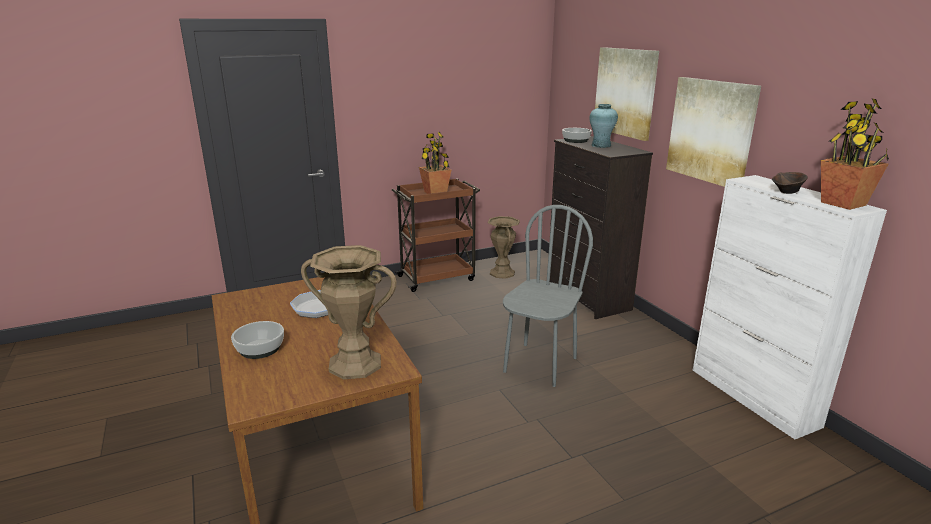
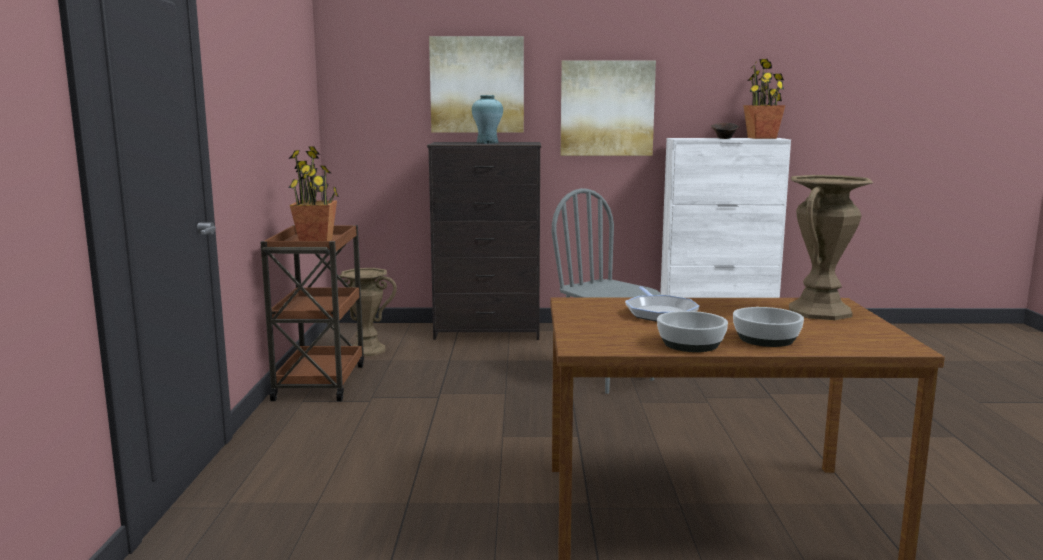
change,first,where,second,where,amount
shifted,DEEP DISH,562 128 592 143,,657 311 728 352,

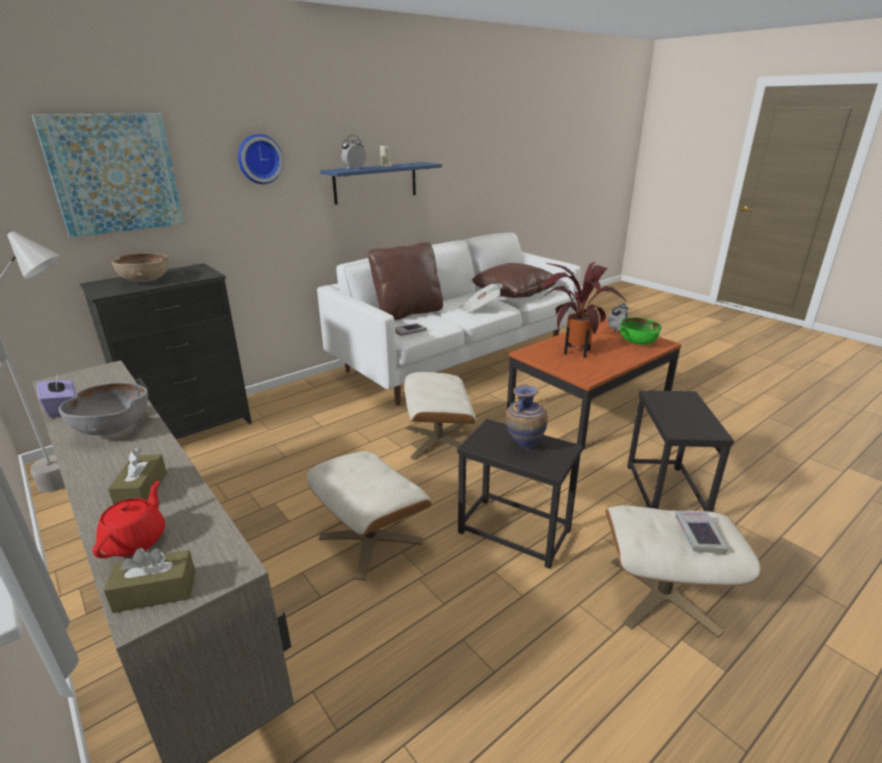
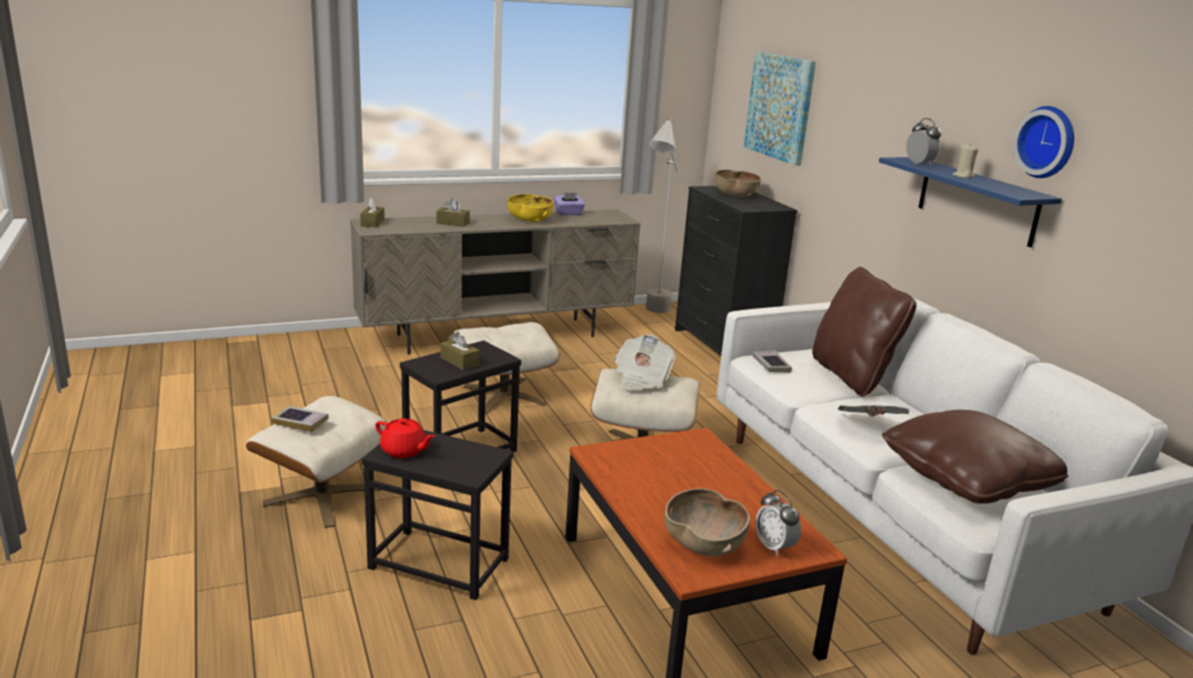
change,first,where,second,where,amount
repainted,GREY DEEP DISH,59 382 148 435,YELLOW DEEP DISH,508 194 553 222,
shifted,REDDISH TEAPOT,92 481 165 558,,375 418 435 458,
shifted,WALL CLOCK,238 134 283 184,,1013 106 1074 178,
swapped,FLOWER VASE,506 384 548 449,BROWN-COLOURED TISSUE BOX,441 332 480 370,
gone,POTTED PLANT,540 262 627 358,,,
repainted,GREEN DEEP DISH,620 317 662 345,BROWN-COLOURED DEEP DISH,665 488 750 556,
new,,,NEWSPAPER,615 334 676 390,

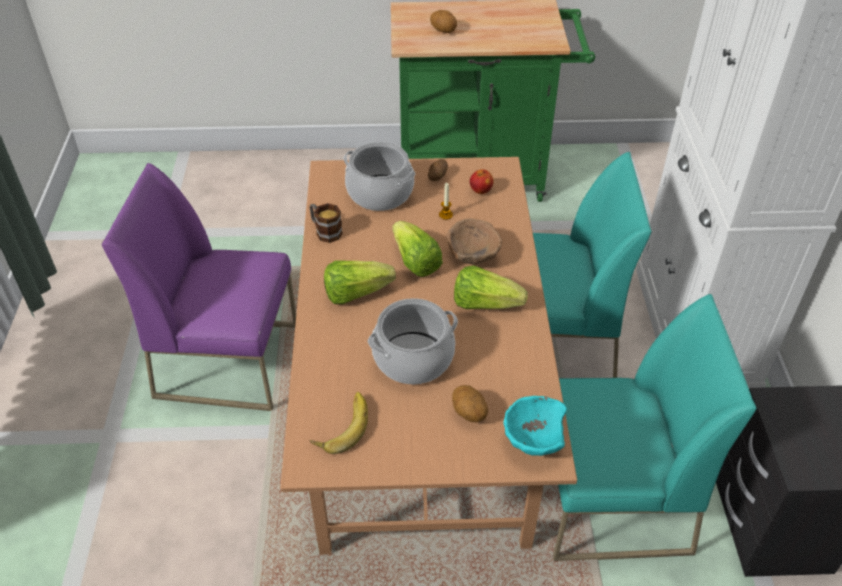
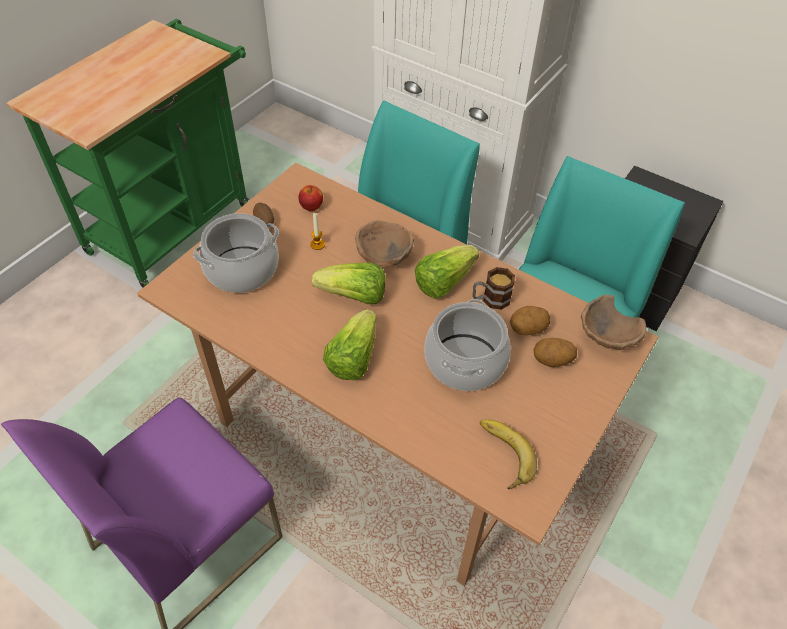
change,first,where,second,where,amount
shifted,COFFEE MUG,310 203 343 243,,473 267 515 310,
shifted,WHOLE POTATO,430 10 457 33,,510 306 550 335,
repainted,TURQUOISE-COLOURED DEEP DISH,503 396 567 456,BROWN-COLOURED DEEP DISH,581 295 646 350,

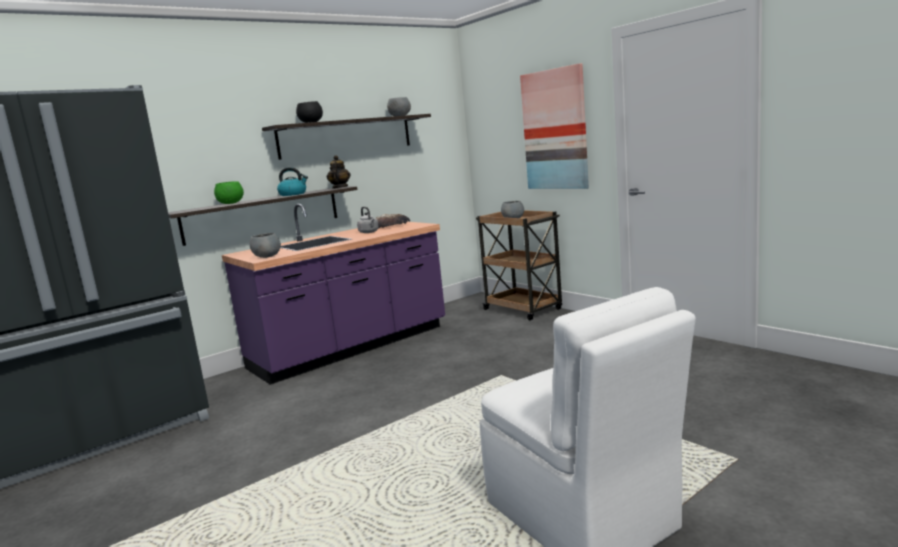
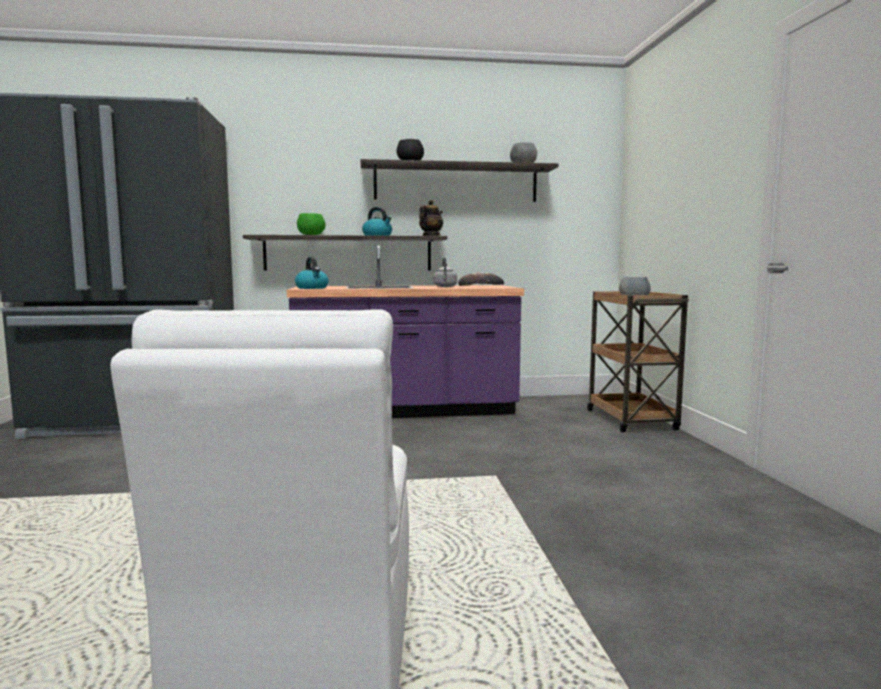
change,first,where,second,where,amount
swapped,GREY DEEP DISH,250 233 281 258,TEA KETTLE,295 257 329 289,
gone,PICTURE,520 63 589 189,,,

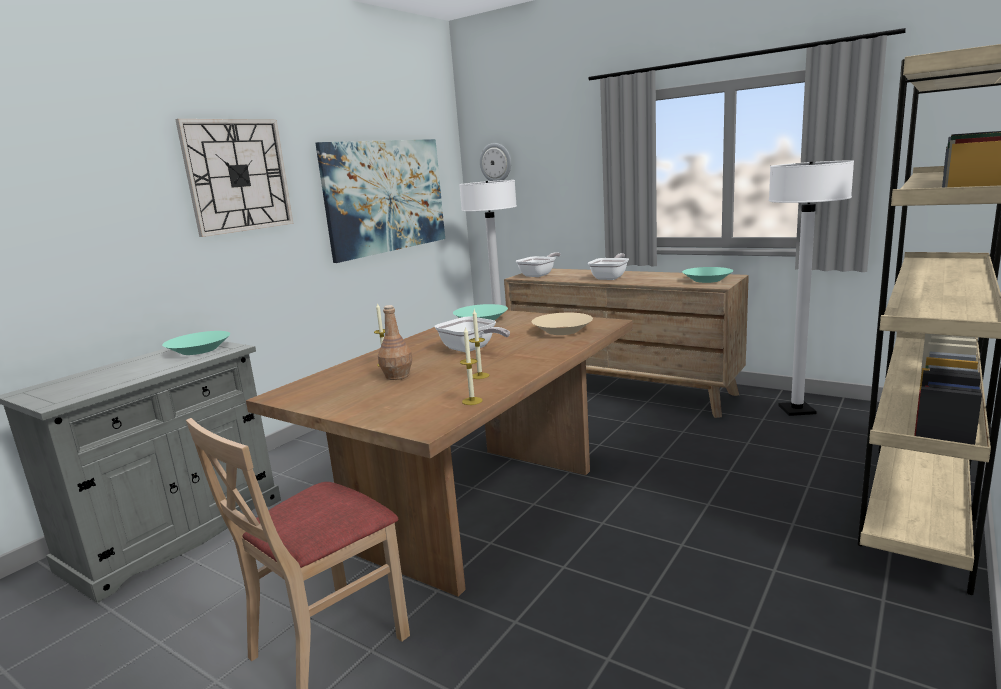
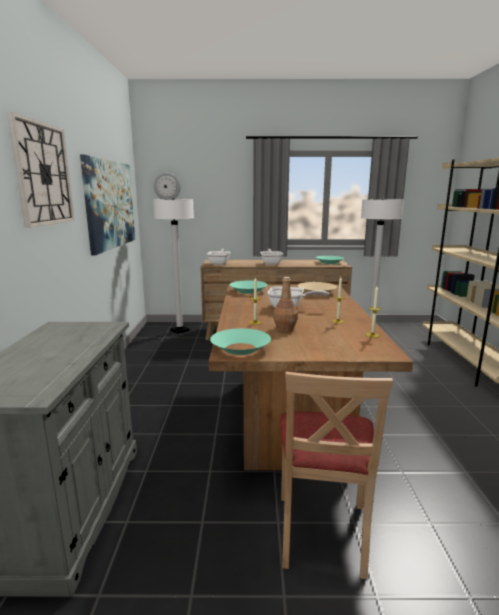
change,first,where,second,where,amount
shifted,TURQUOISE-COLOURED DEEP DISH,162 331 230 355,,210 328 271 355,

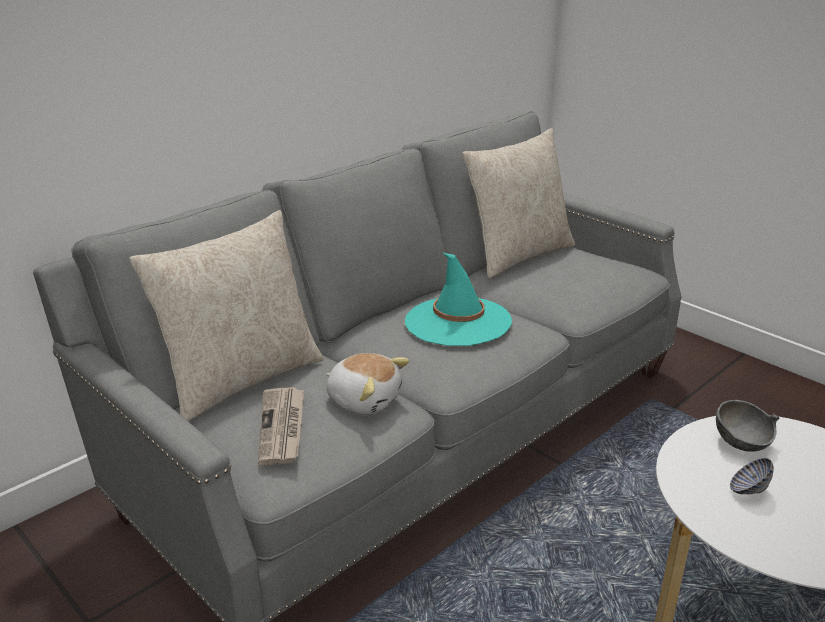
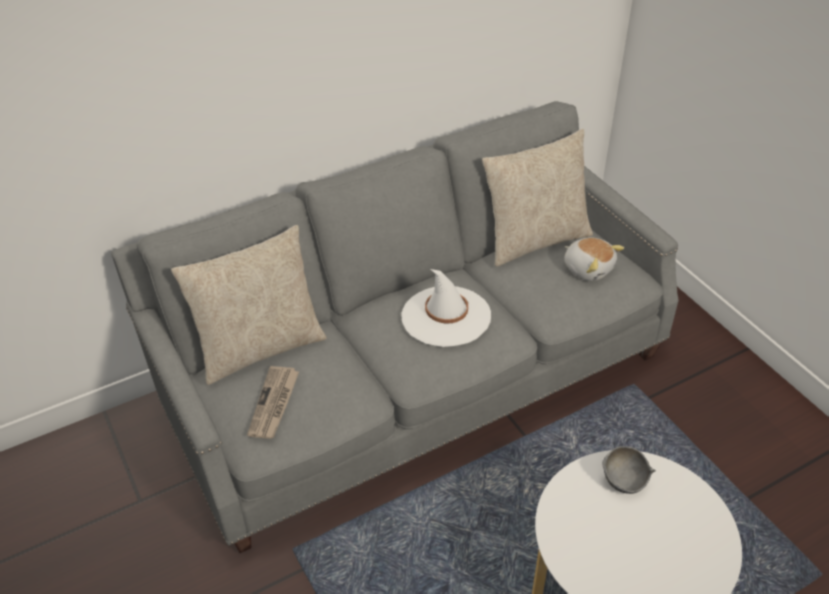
change,first,where,second,where,amount
shifted,PLUSH TOY,326 353 409 415,,564 237 624 281,
repainted,TURQUOISE-COLOURED CLOTHING HAT,405 252 512 346,WHITE CLOTHING HAT,401 269 491 347,
gone,DEEP DISH,730 458 774 494,,,

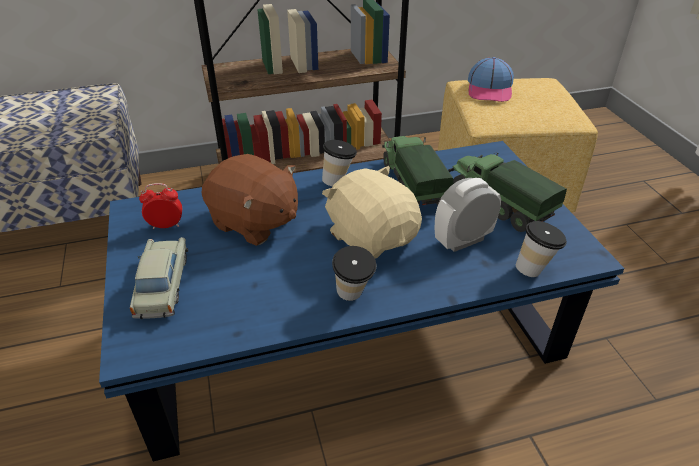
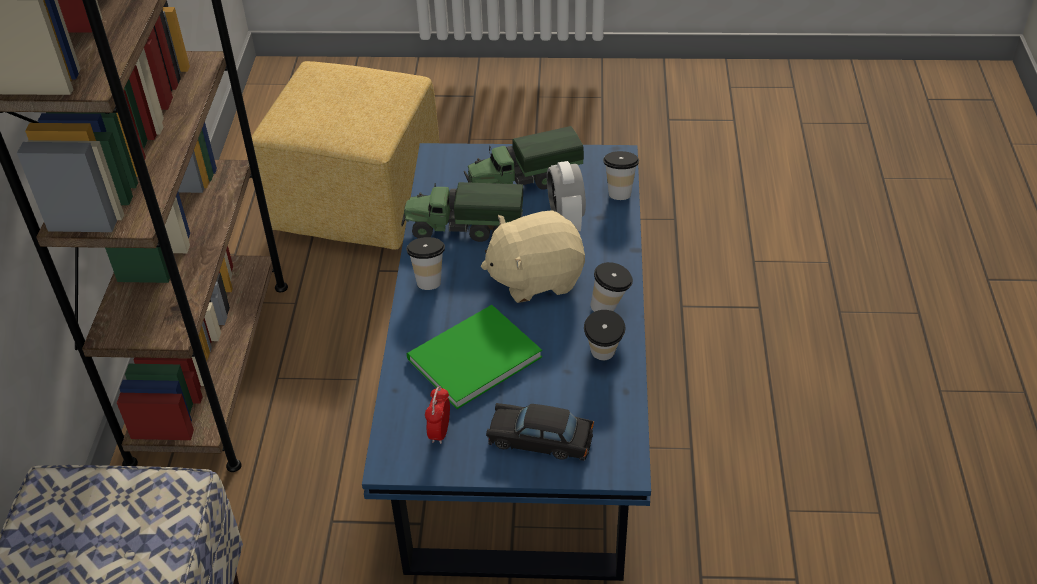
change,first,where,second,where,amount
repainted,BEIGE-COLOURED MODEL CAR,130 237 188 319,BLACK MODEL CAR,486 403 594 461,
swapped,BROWN-COLOURED PLUSH TOY,201 154 298 246,GREEN BOUND BOOK,406 305 542 409,
gone,BASEBALL CAP,468 57 514 102,,,
new,,,CUP,584 310 626 361,

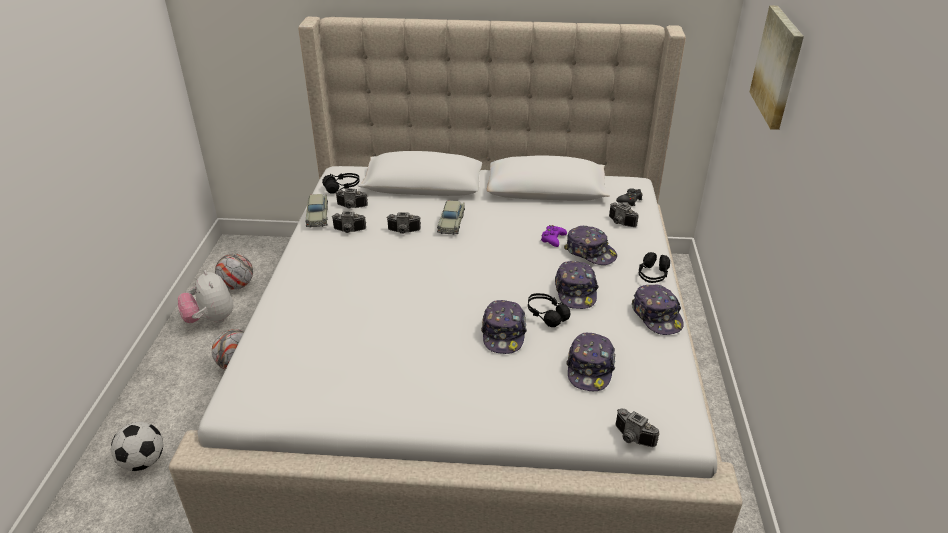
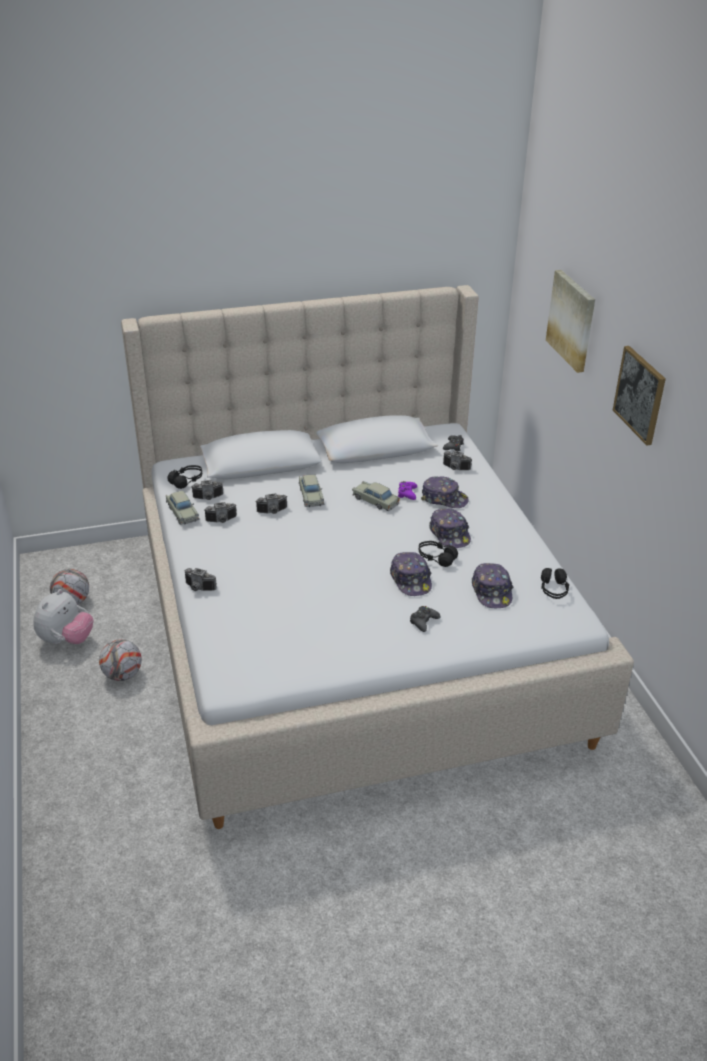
change,first,where,second,where,amount
gone,FOOTBALL BALL,111 422 163 471,,,
rotated,PLUSH TOY,178 270 233 323,,33 589 93 644,105 degrees counterclockwise
shifted,STILL CAMERA,616 409 660 447,,184 568 217 591,
gone,BASEBALL CAP,632 285 684 335,,,
shifted,BLACK HEADPHONES,639 252 670 283,,541 568 569 599,
new,,,BEIGE-COLOURED MODEL CAR,352 481 400 511,
new,,,BLACK GAME CONTROLLER,410 606 440 632,
new,,,PICTURE,613 346 666 446,

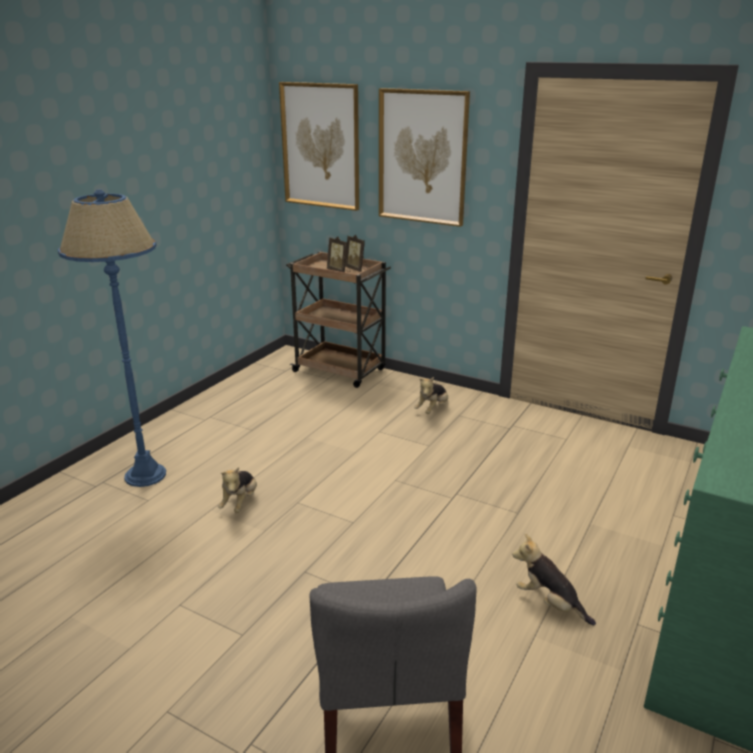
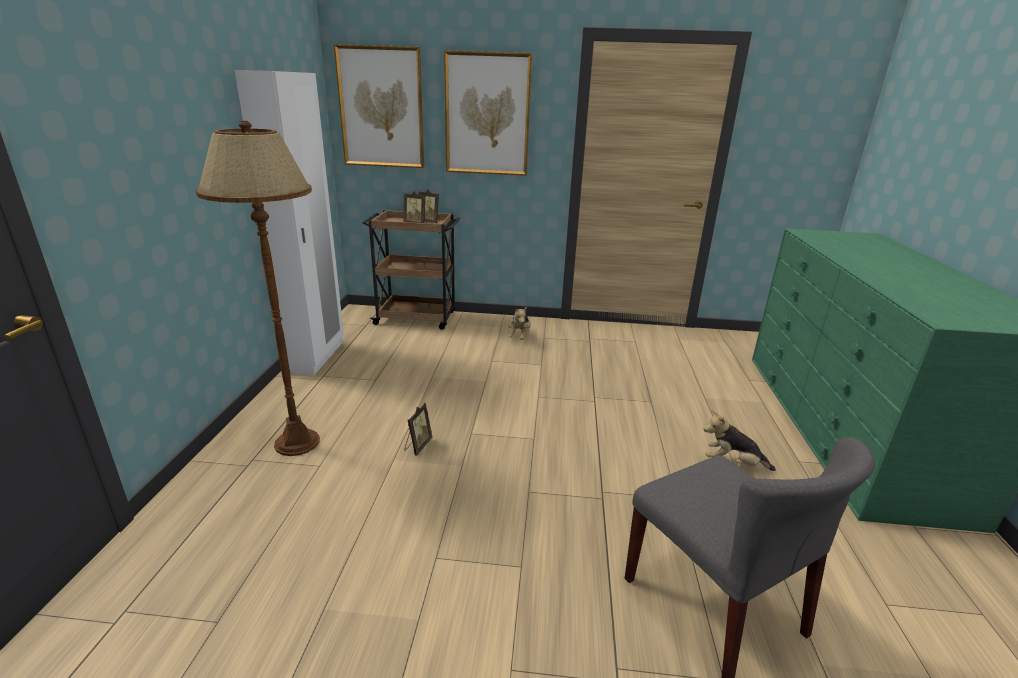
change,first,where,second,where,amount
repainted,BLUISH STANDING LAMP,58 189 166 487,BROWN-COLOURED STANDING LAMP,195 121 320 456,
swapped,PLUSH TOY,218 467 257 513,STANDING FRAME,404 403 432 456,
new,,,WHITE CLOTHES CUPBOARD,235 70 344 376,

